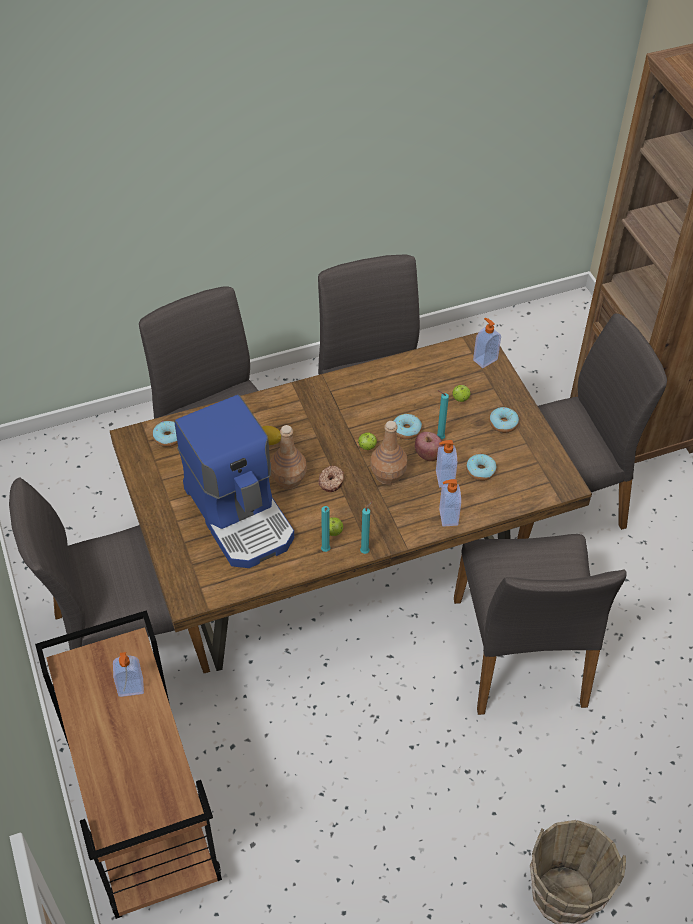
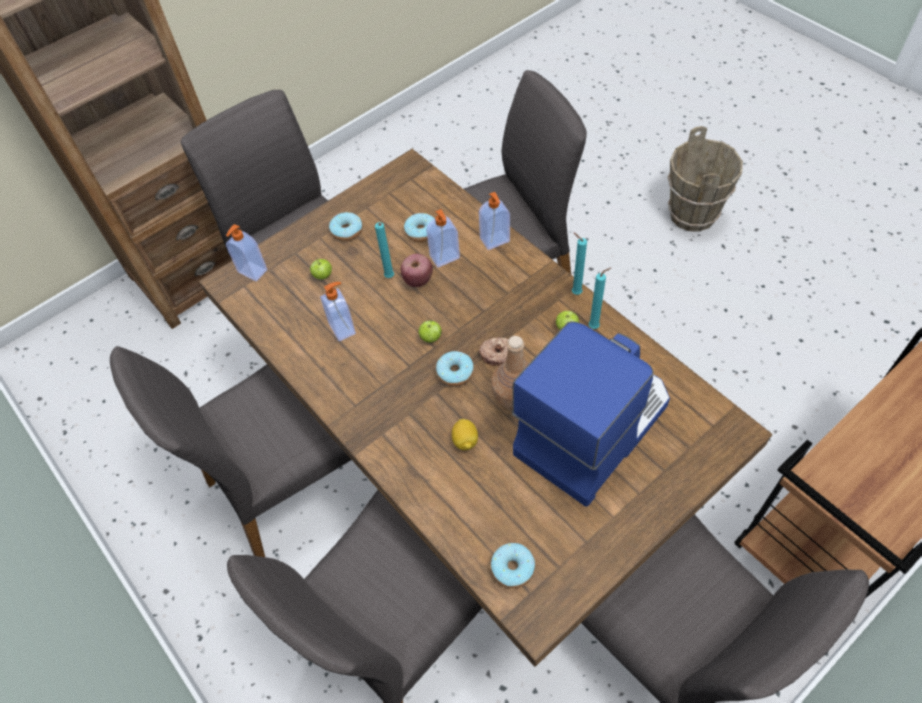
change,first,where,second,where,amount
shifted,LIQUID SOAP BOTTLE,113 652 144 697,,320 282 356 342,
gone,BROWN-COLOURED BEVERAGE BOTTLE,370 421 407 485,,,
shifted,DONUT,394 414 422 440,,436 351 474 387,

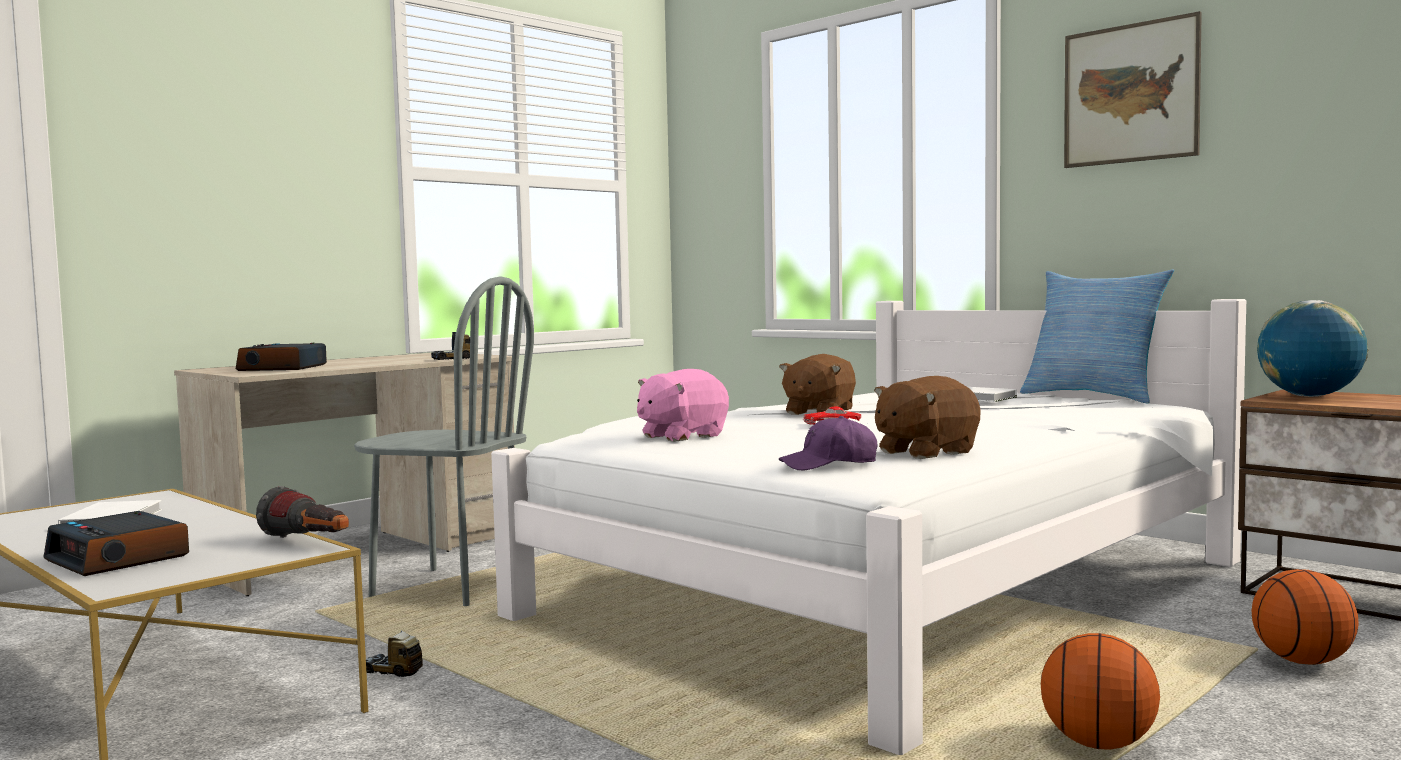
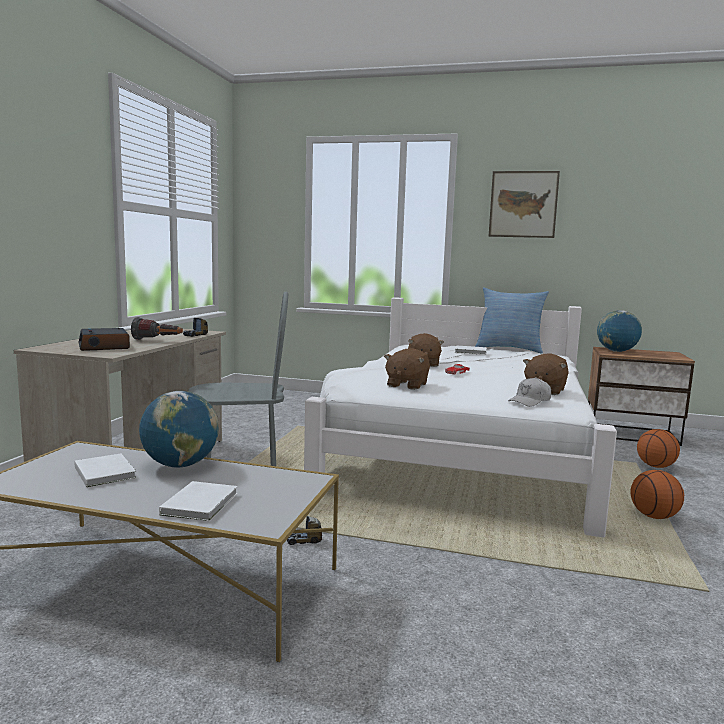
change,first,where,second,where,amount
swapped,BEDSIDE CLOCK,43 511 189 576,WHITE BOUND BOOK,159 481 238 521,
shifted,FLASHLIGHT,256 486 349 538,,131 317 183 340,
repainted,PINKISH PLUSH TOY,637 369 729 442,BROWN-COLOURED PLUSH TOY,384 348 430 390,
repainted,PURPLE-COLOURED BASEBALL CAP,779 416 877 470,WHITE BASEBALL CAP,508 377 551 407,
new,,,WORLD GLOBE,139 391 219 467,

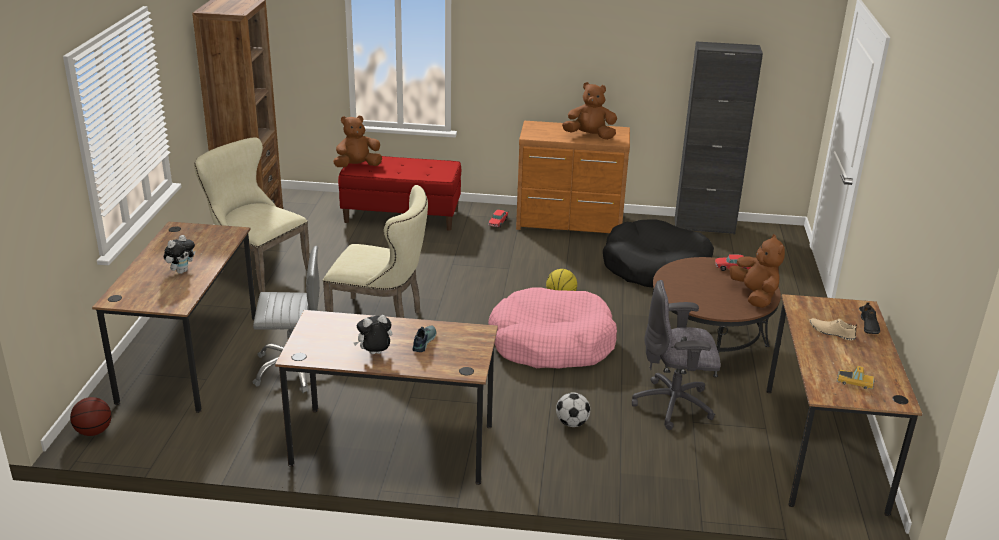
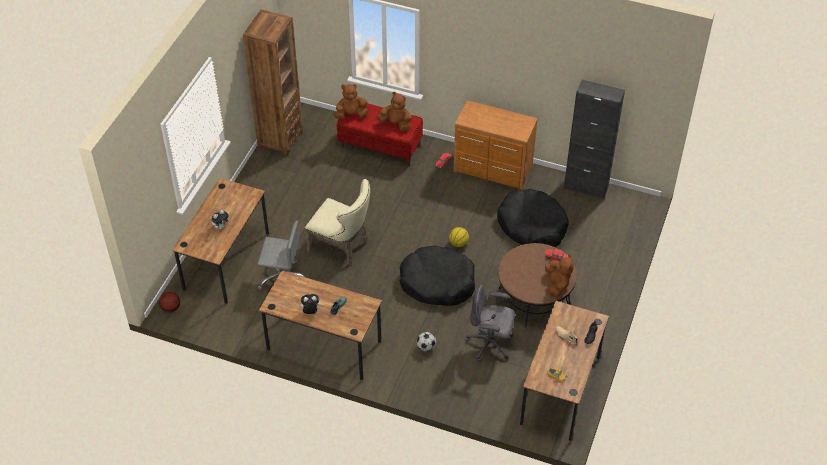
change,first,where,second,where,amount
gone,BEIGE-COLOURED CHAIR,194 137 309 293,,,
repainted,PINKISH PET BED,488 287 617 369,BLACK PET BED,400 246 475 306,
shifted,BROWN-COLOURED PLUSH TOY,562 82 617 140,,376 92 412 131,

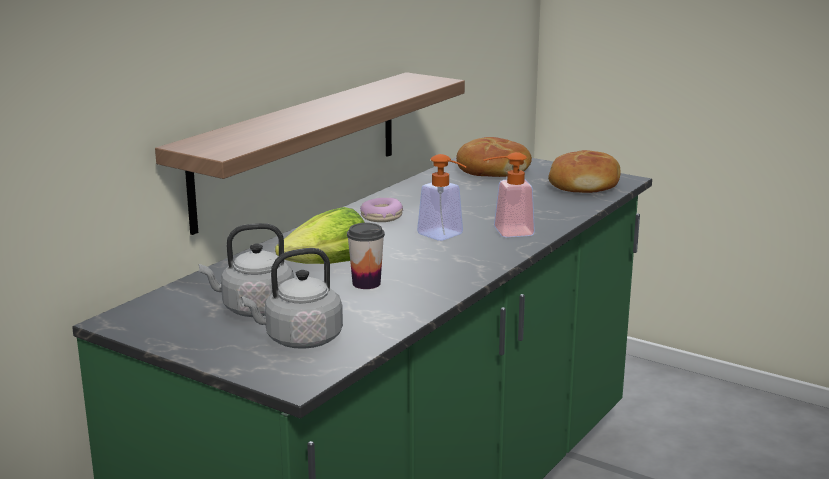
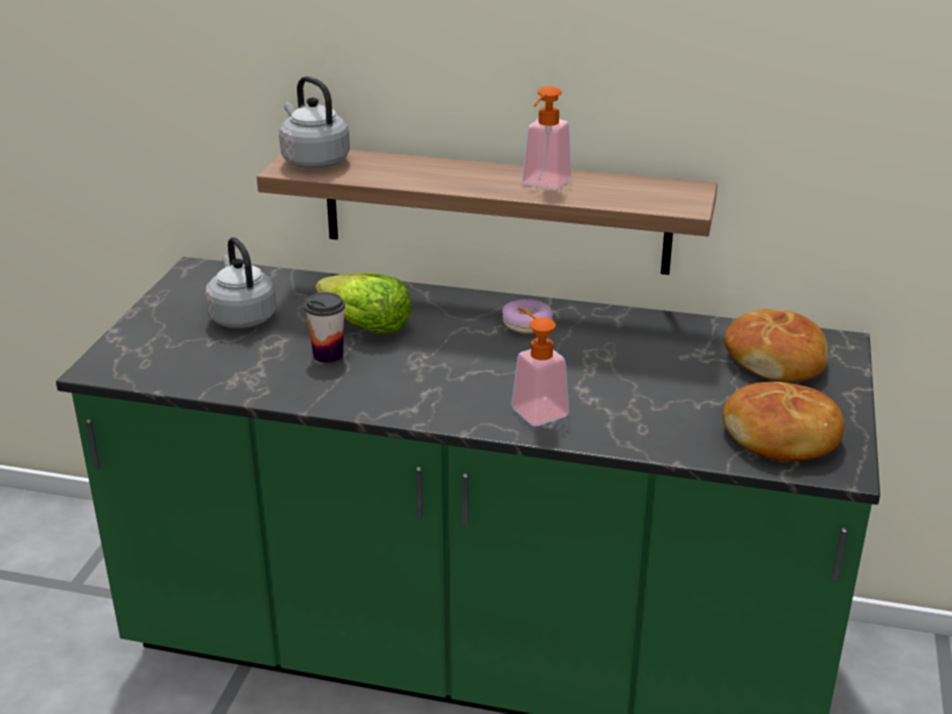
change,first,where,second,where,amount
shifted,GREY TEA KETTLE,240 248 343 349,,279 76 350 168,
shifted,LIQUID SOAP BOTTLE,417 154 467 241,,522 86 572 189,

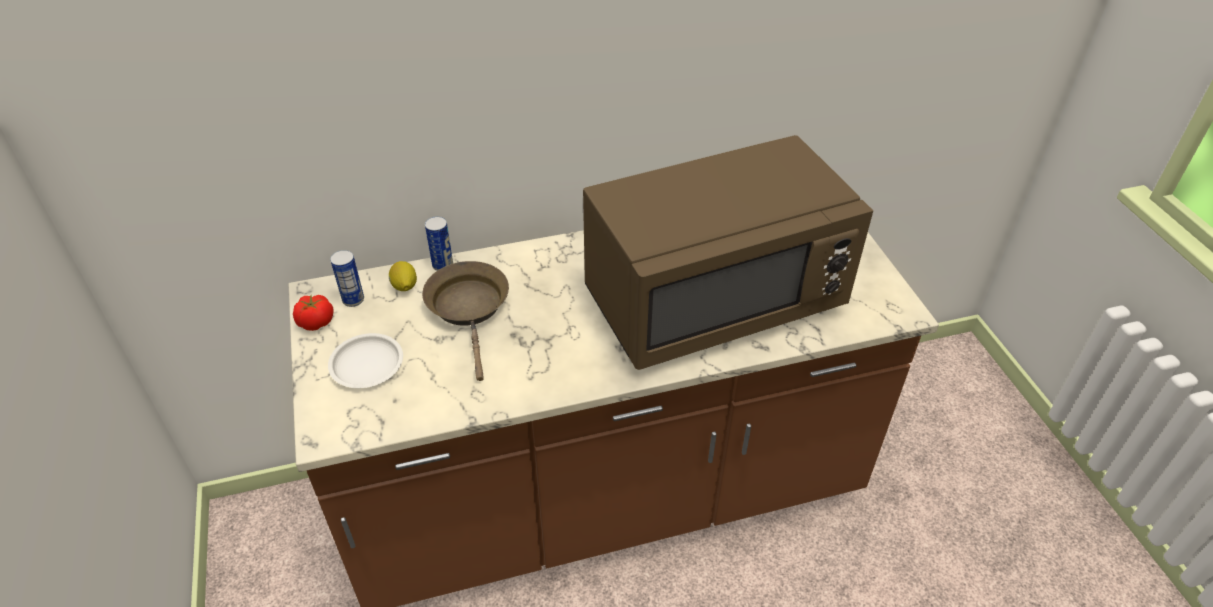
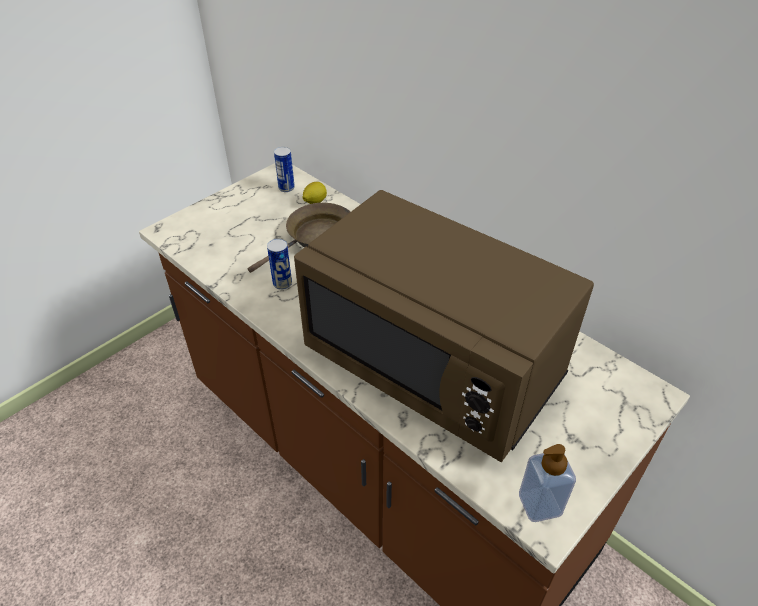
change,first,where,second,where,amount
gone,WHOLE TOMATO,293 295 334 331,,,
gone,WHITE FLAT DISH,328 333 403 388,,,
shifted,SEALED CAN,425 216 453 271,,267 239 292 290,
new,,,LIQUID SOAP BOTTLE,519 444 576 522,

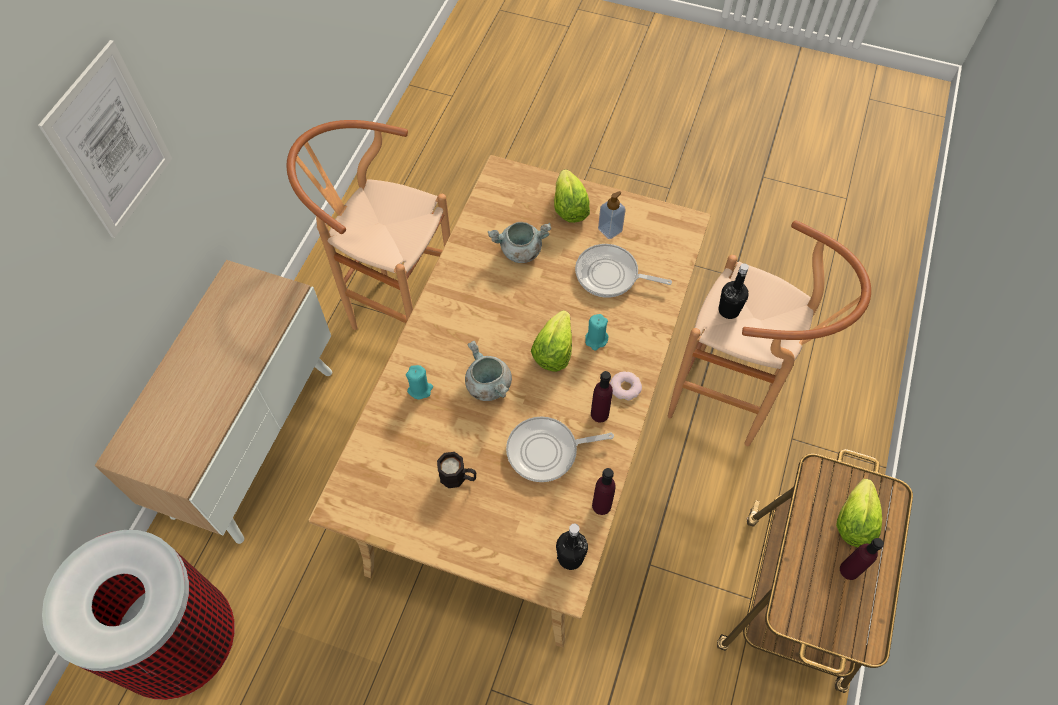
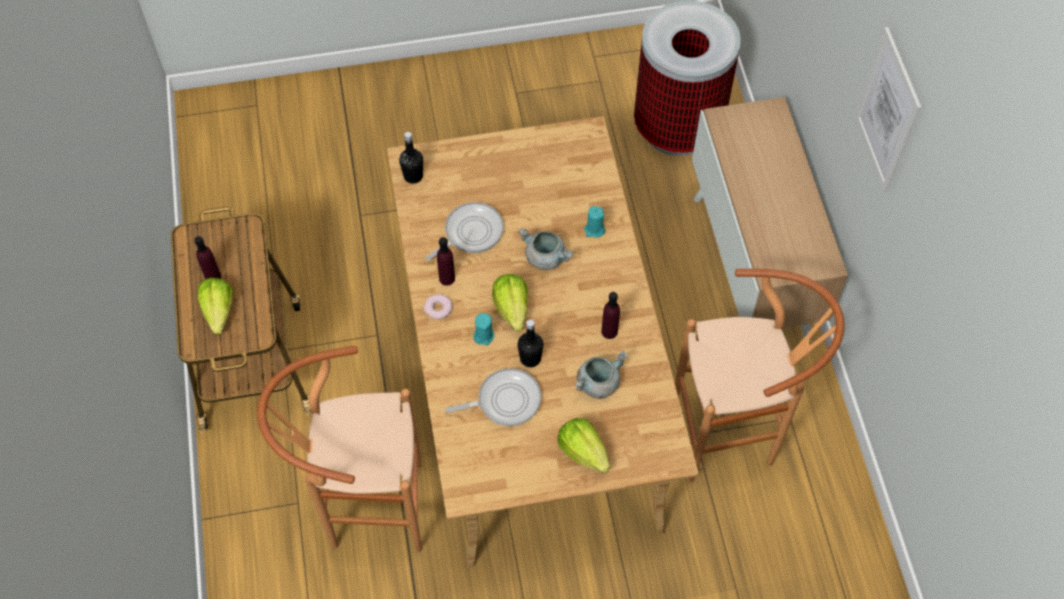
change,first,where,second,where,amount
gone,BLACK COFFEE MUG,437 452 476 488,,,
shifted,PURPLE-COLOURED BEVERAGE BOTTLE,592 468 616 515,,601 292 620 339,
gone,LIQUID SOAP BOTTLE,598 191 626 239,,,
shifted,BLACK BEVERAGE BOTTLE,719 263 749 319,,517 319 544 367,

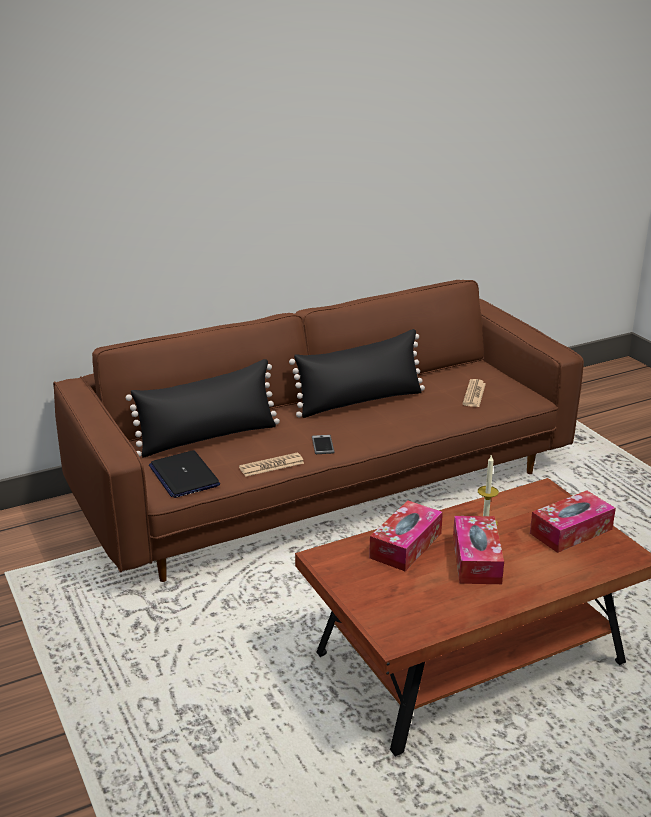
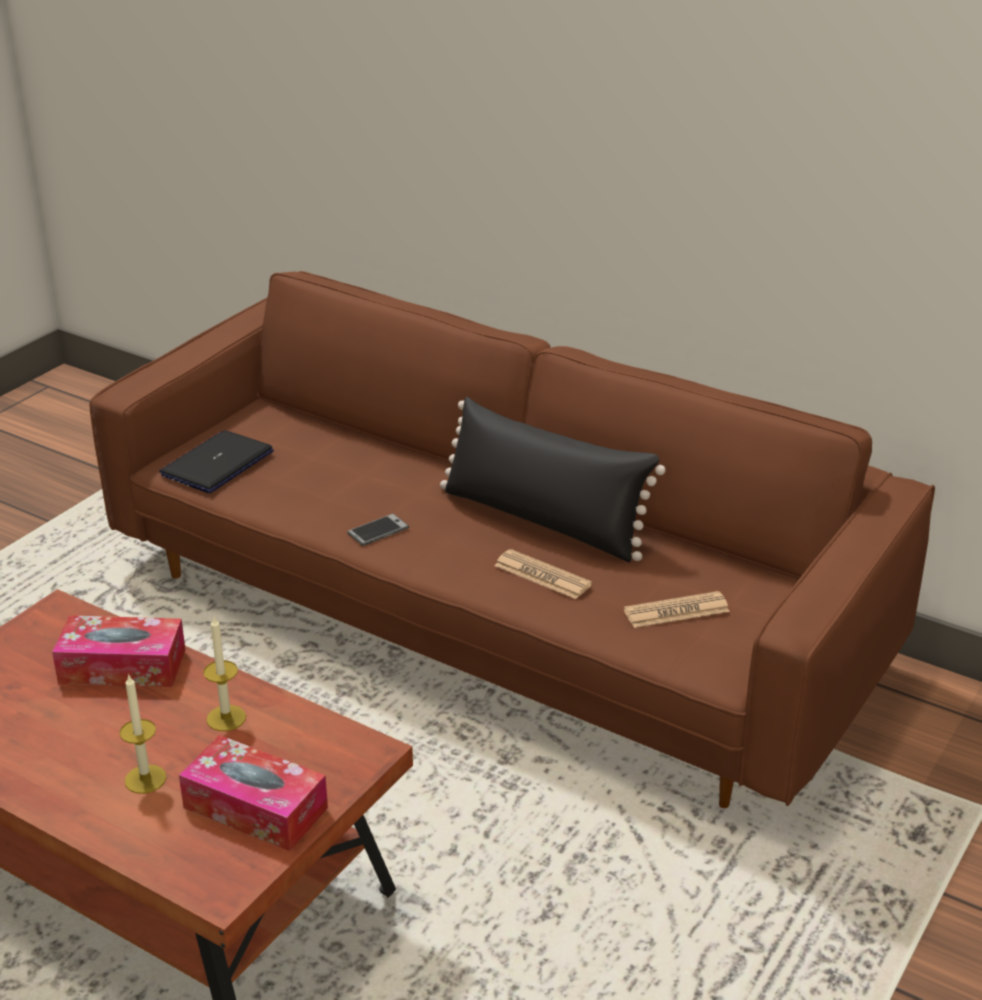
change,first,where,second,where,amount
gone,BLACK CUSHION,126 359 280 458,,,
shifted,NEWSPAPER,239 453 304 477,,495 549 592 599,
gone,TISSUE BOX,453 516 504 584,,,
new,,,CANDLE,120 674 167 794,

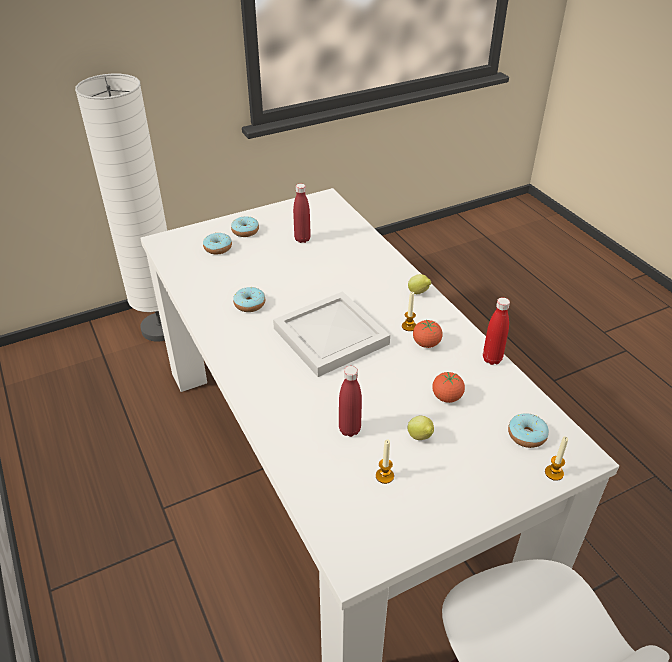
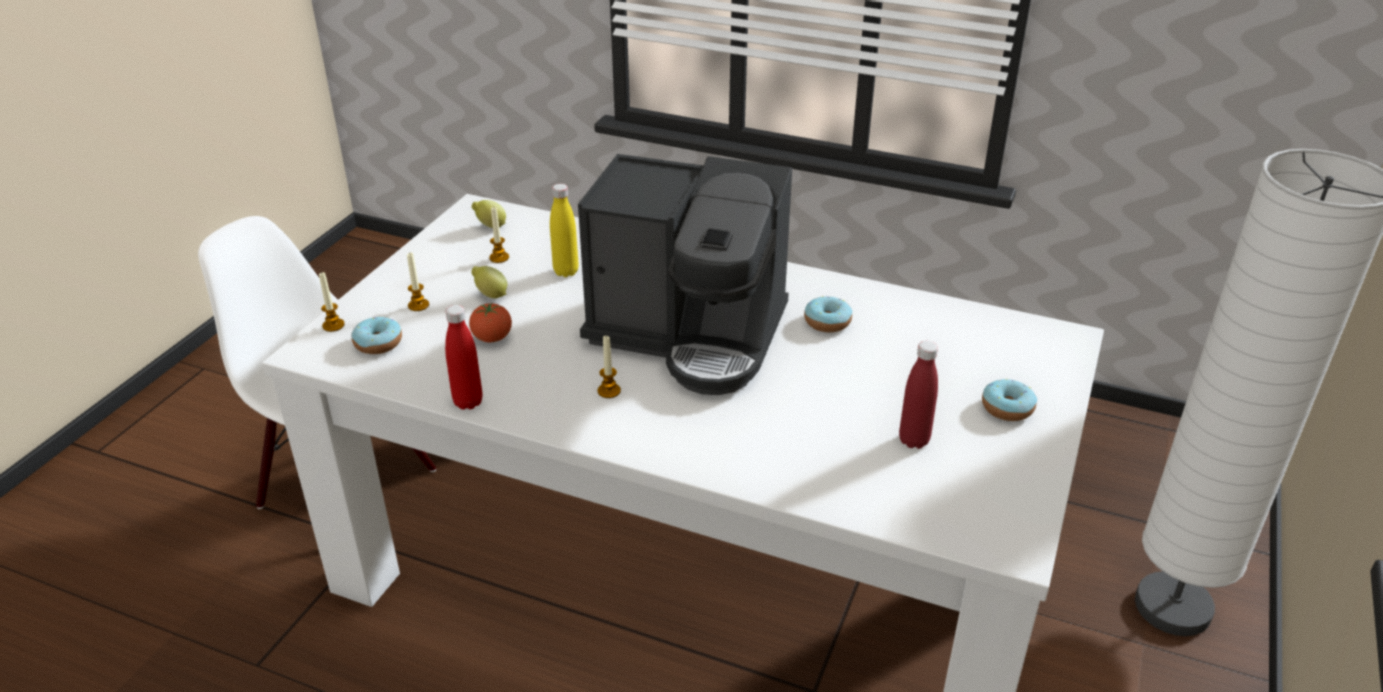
change,first,where,second,where,amount
gone,DONUT,203 233 232 254,,,
swapped,WHITE CARRYING TRAY,273 291 390 377,COFFEE MAKER,578 154 792 395,
repainted,REDDISH BEVERAGE BOTTLE,339 366 362 437,YELLOW BEVERAGE BOTTLE,550 184 579 277,
shifted,CITRUS FRUIT,408 274 431 294,,472 200 506 228,
gone,WHOLE TOMATO,413 320 443 348,,,
new,,,CANDLE,407 253 429 311,

